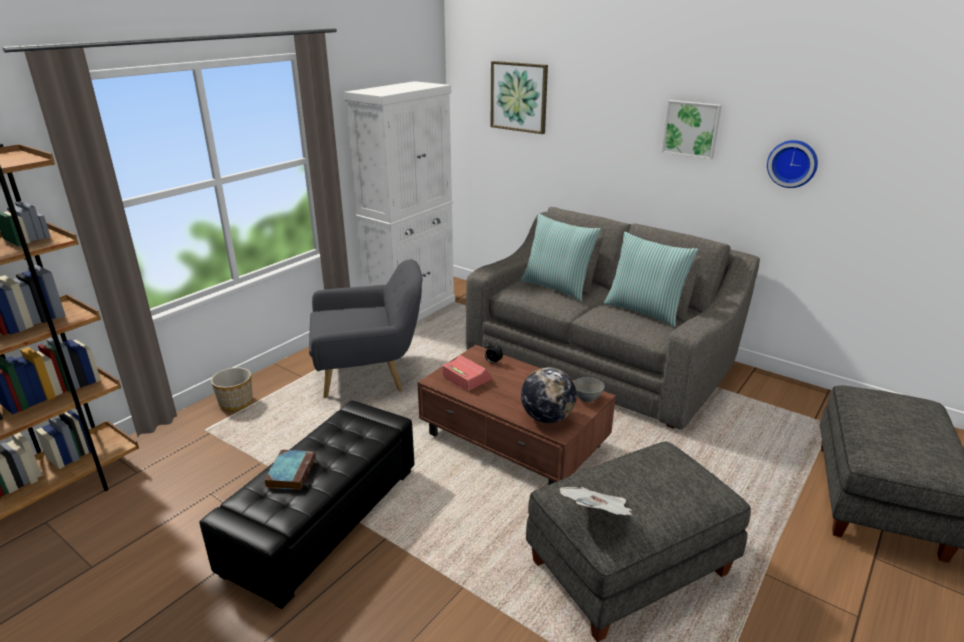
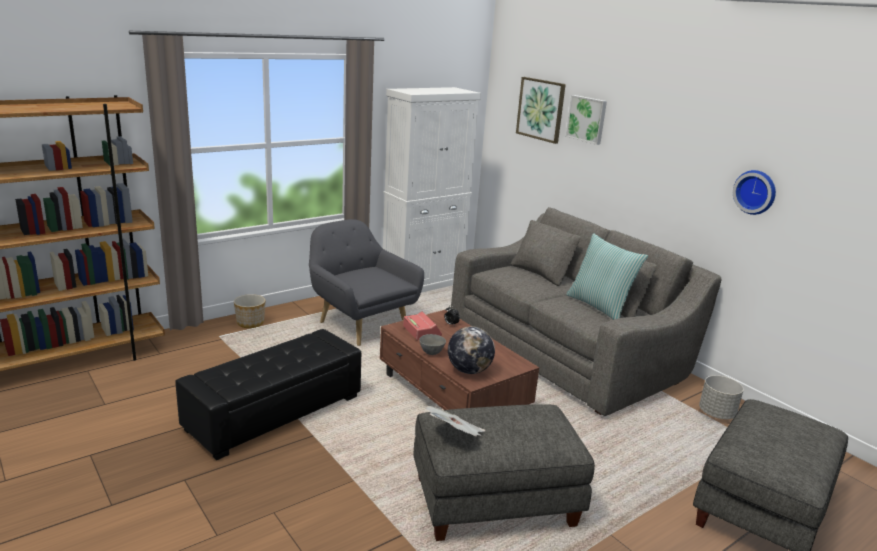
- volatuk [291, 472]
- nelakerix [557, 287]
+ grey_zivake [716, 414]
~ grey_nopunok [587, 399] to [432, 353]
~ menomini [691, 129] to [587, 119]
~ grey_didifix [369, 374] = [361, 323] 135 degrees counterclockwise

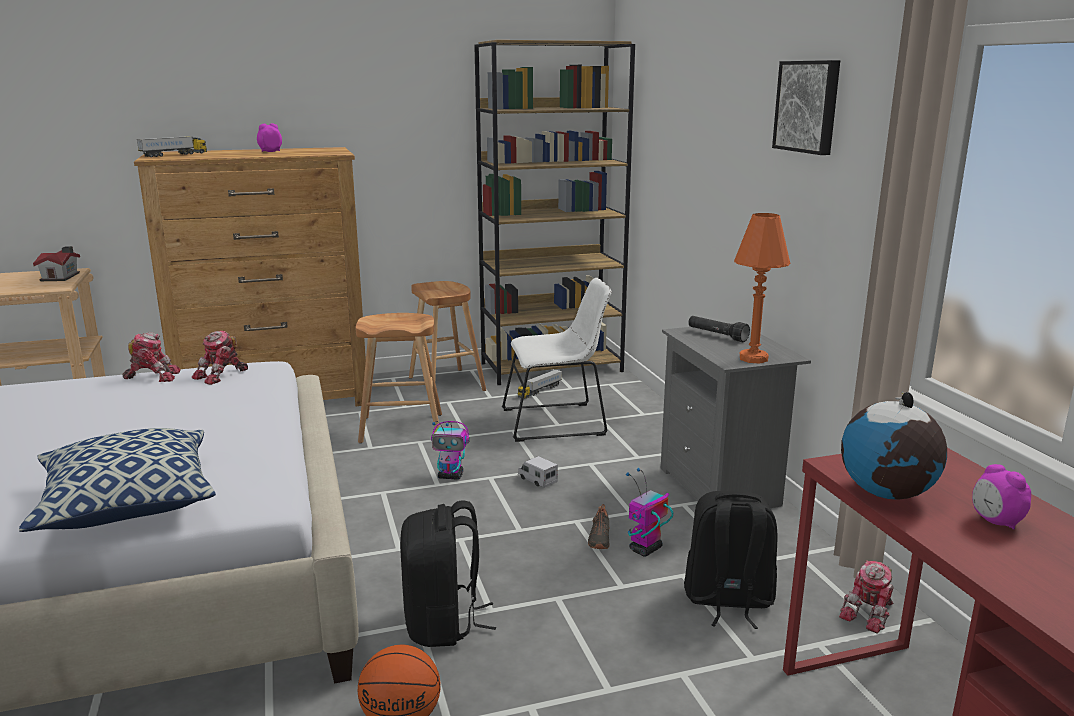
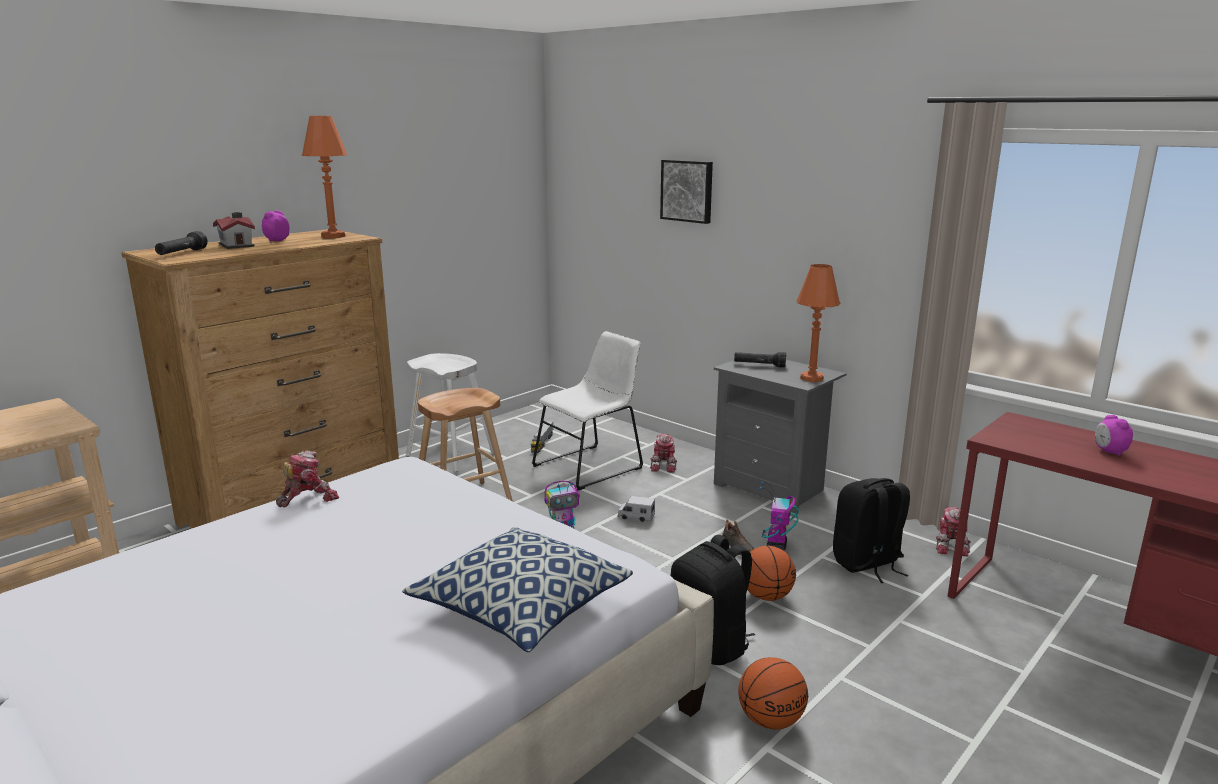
- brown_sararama [552, 367]
- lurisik [887, 494]
+ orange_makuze [333, 236]
+ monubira [766, 596]
~ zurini [62, 277] to [237, 245]
~ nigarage [221, 375] to [664, 465]
~ menomini [808, 106] to [687, 191]
~ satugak [174, 155] to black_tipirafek [181, 253]
~ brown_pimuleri [446, 384] to white_pimuleri [450, 454]
~ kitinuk [995, 522] = [1109, 452] 45 degrees clockwise

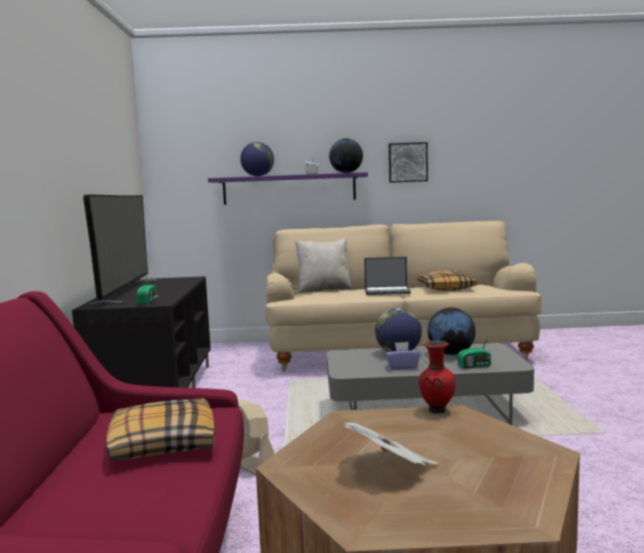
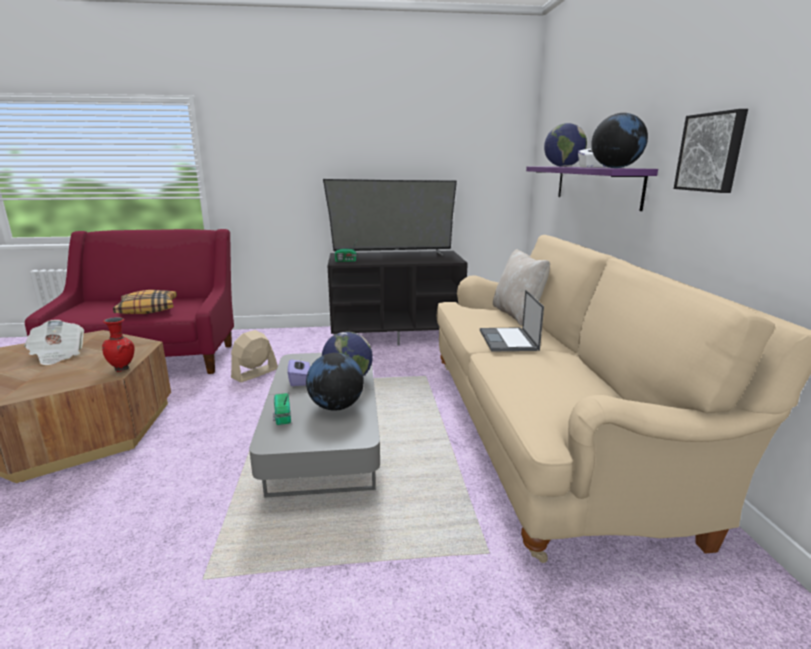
- nelakerix [446, 288]

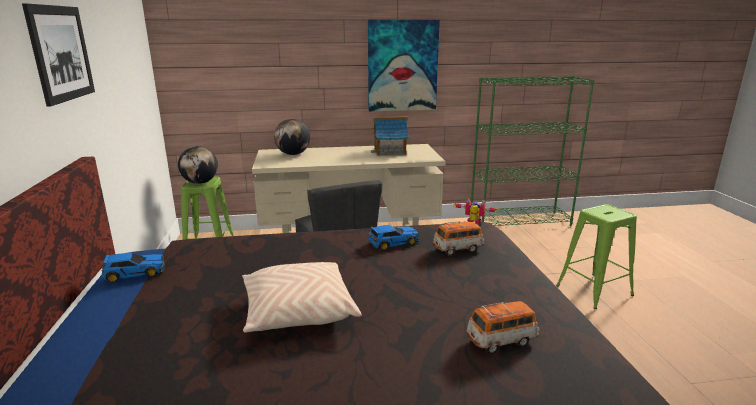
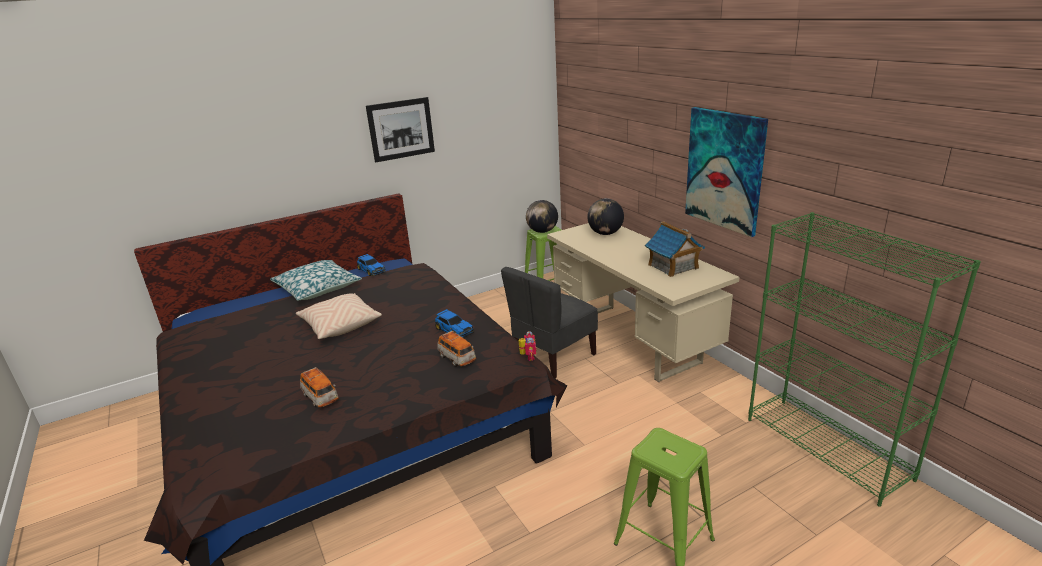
+ nelakerix [317, 288]

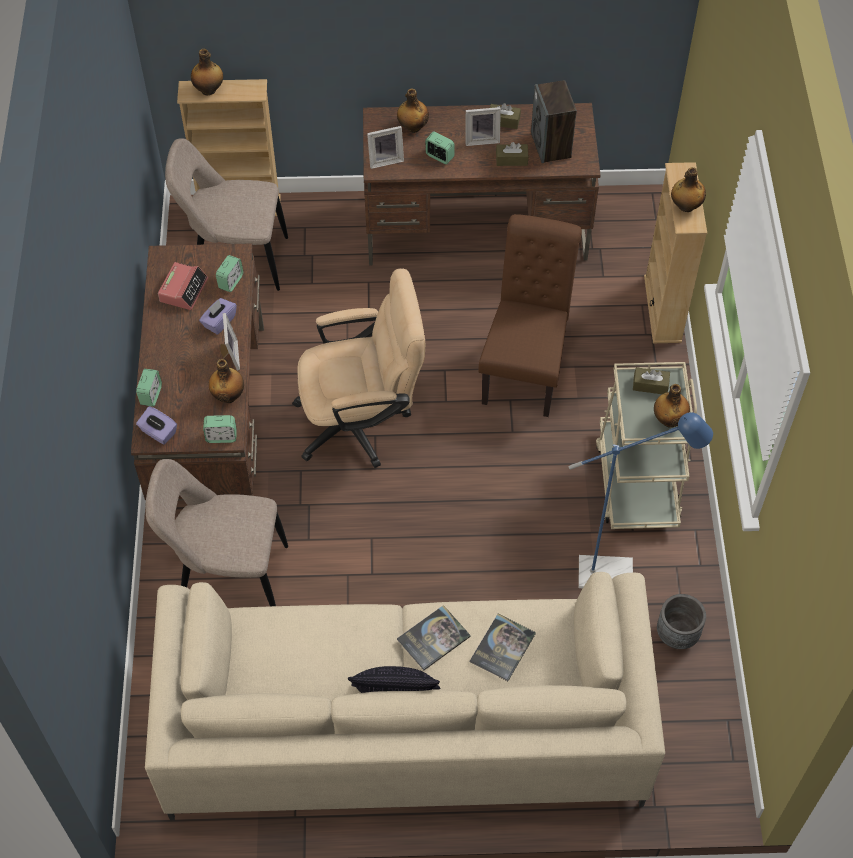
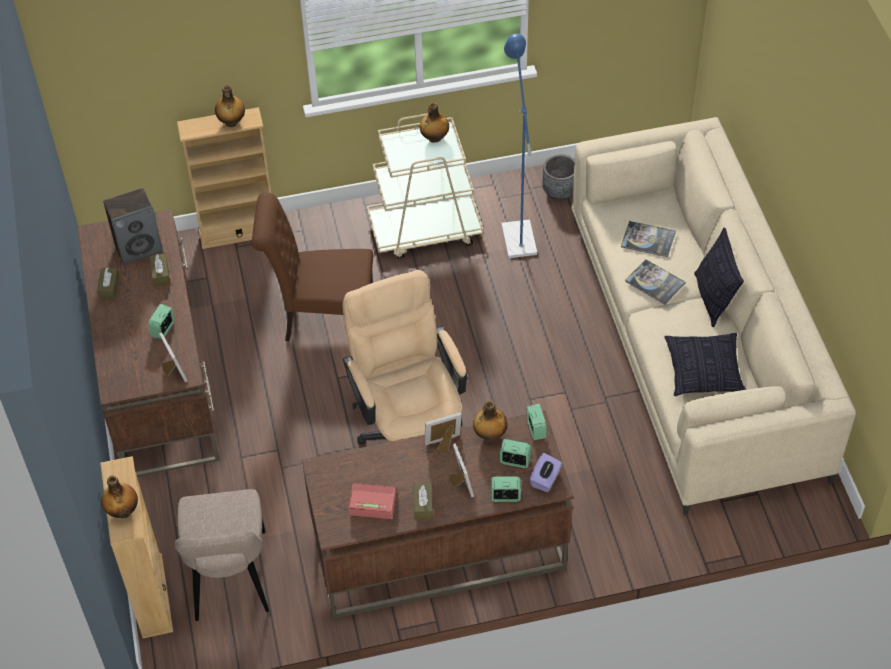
- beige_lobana [228, 575]
- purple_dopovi [219, 322]
- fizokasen [413, 127]
+ nelakerix [703, 372]
~ kitinuk [231, 281] to [515, 461]
~ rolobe [481, 139] to [459, 484]
~ brown_dopovi [650, 385] to [423, 505]

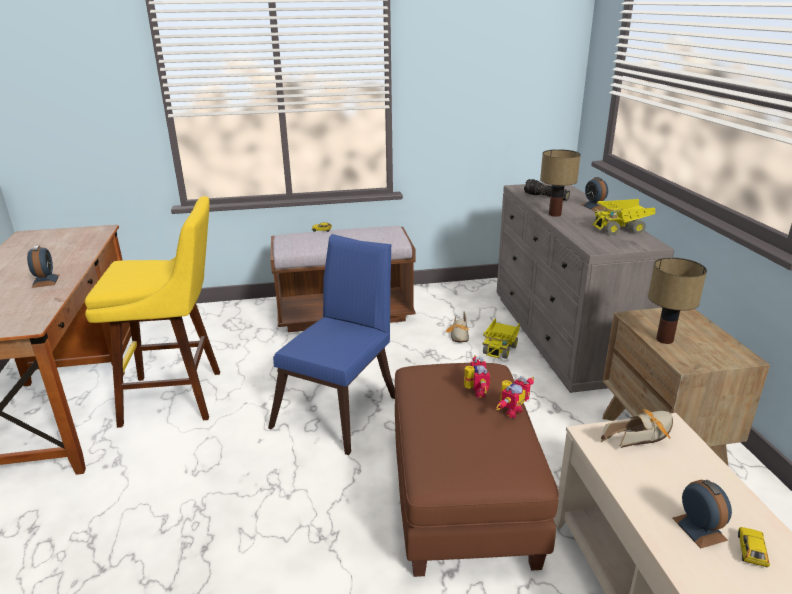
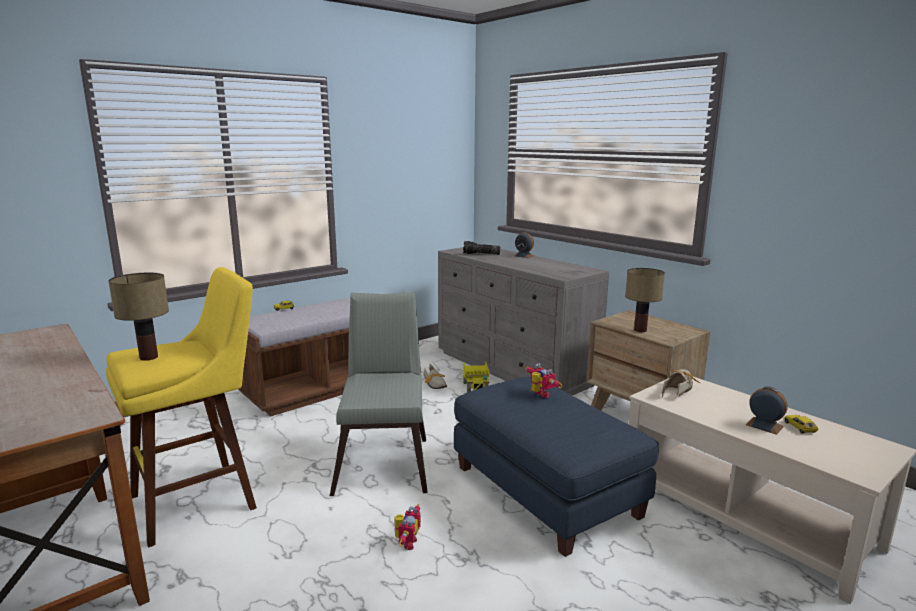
- kitinuk [45, 281]
- satugak [621, 229]
~ nigarage [510, 411] to [406, 543]
~ makuze [554, 214] to [148, 357]
~ blue_lobana [341, 407] to grey_lobana [384, 460]
~ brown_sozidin [462, 494] to blue_sozidin [545, 490]

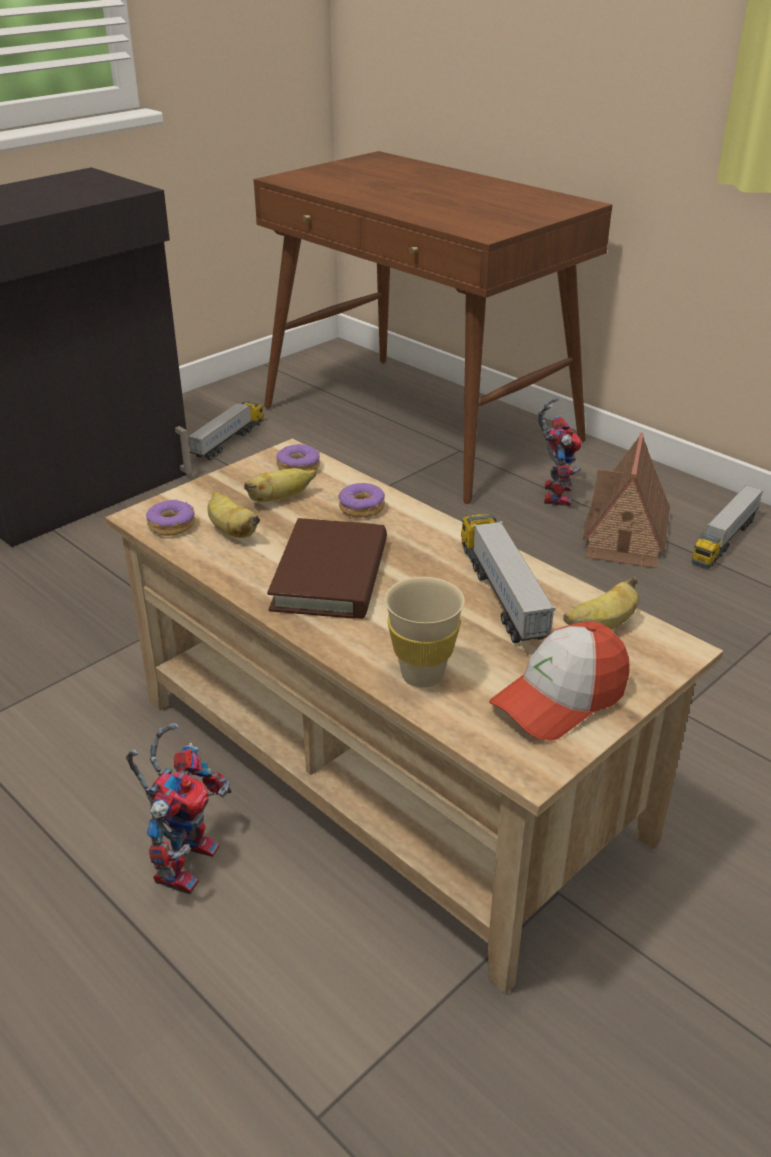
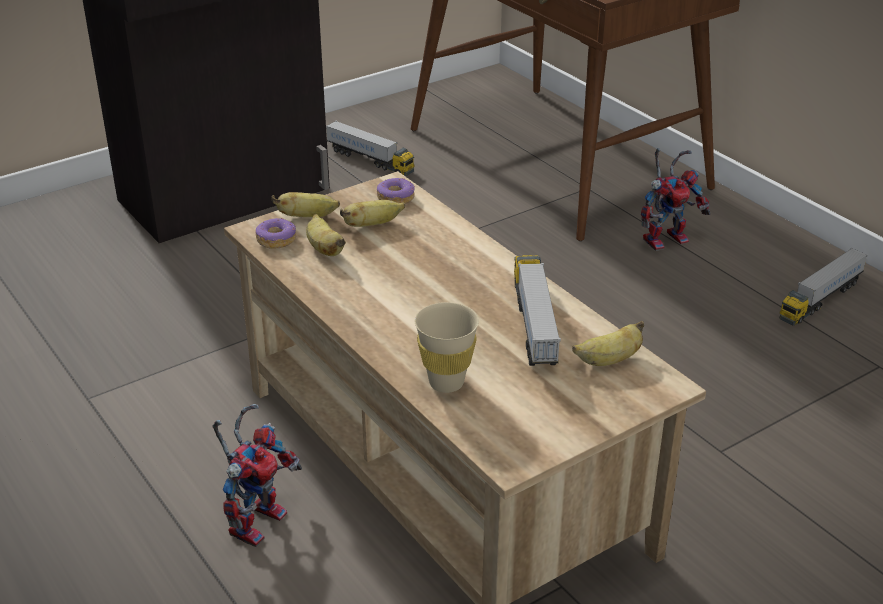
- brown_volatuk [330, 575]
- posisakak [362, 508]
- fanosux [559, 699]
- zurini [625, 535]
+ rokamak [308, 217]
~ satugak [229, 441] = [370, 160] 90 degrees clockwise
~ nigarage [553, 493] = [666, 238] 45 degrees clockwise

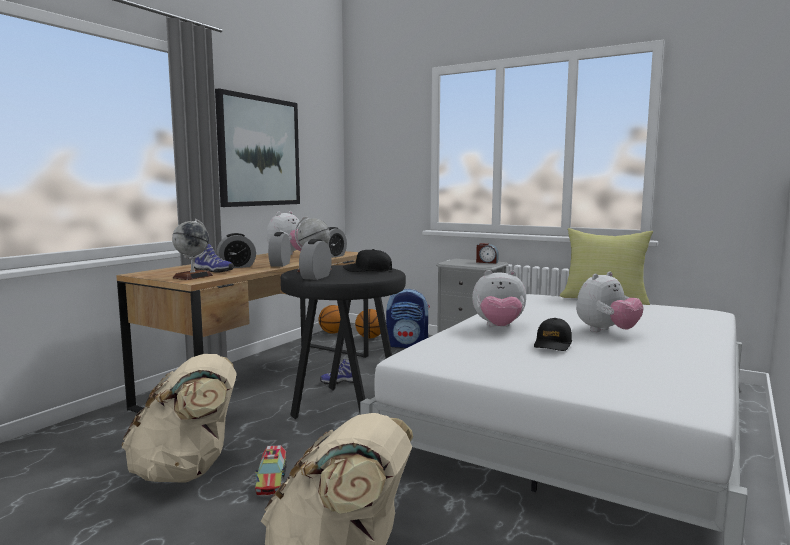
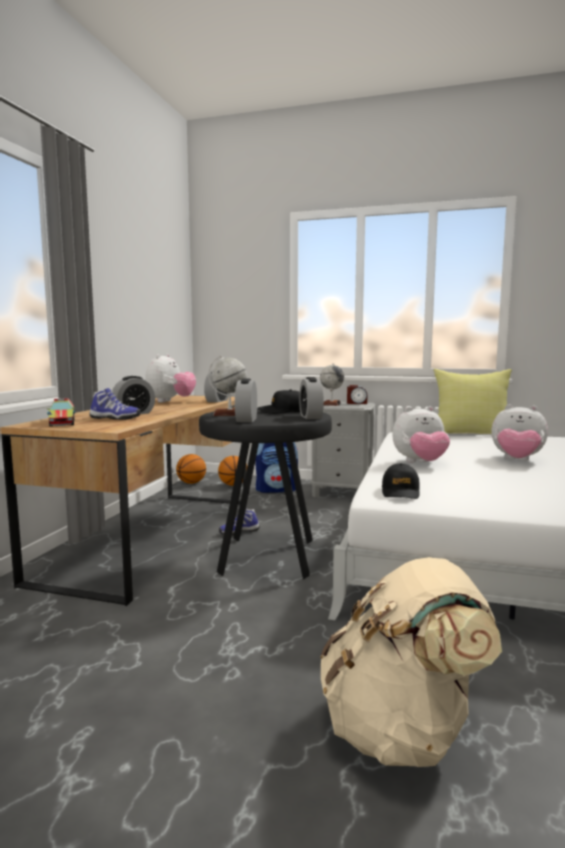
- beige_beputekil [187, 471]
- menomini [259, 151]
~ lurisik [193, 276] to [331, 404]
~ satugak [272, 480] to [62, 422]
~ kitinuk [280, 265] to [310, 417]
~ black_fanosux [553, 344] to [400, 492]
~ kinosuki [606, 331] = [517, 460] 75 degrees clockwise

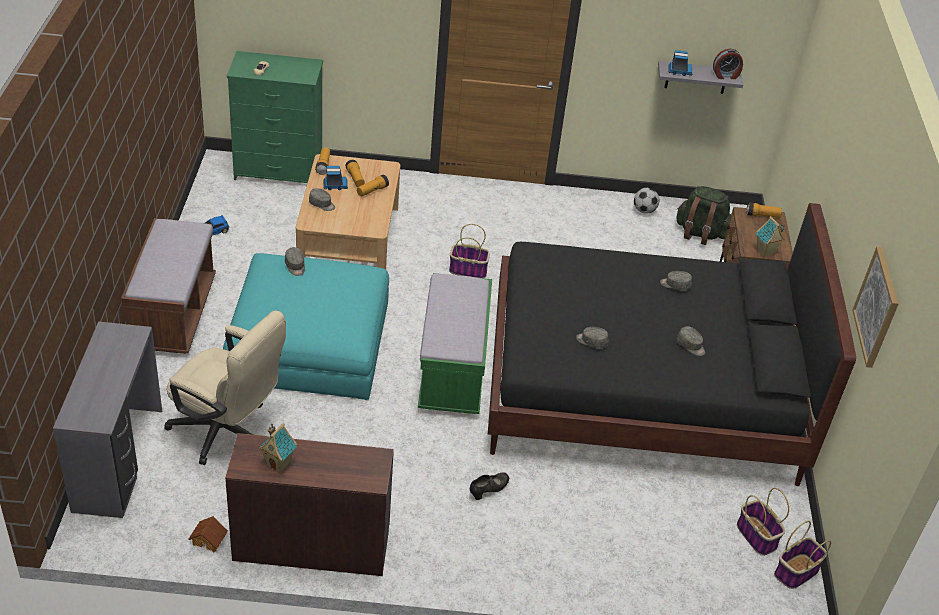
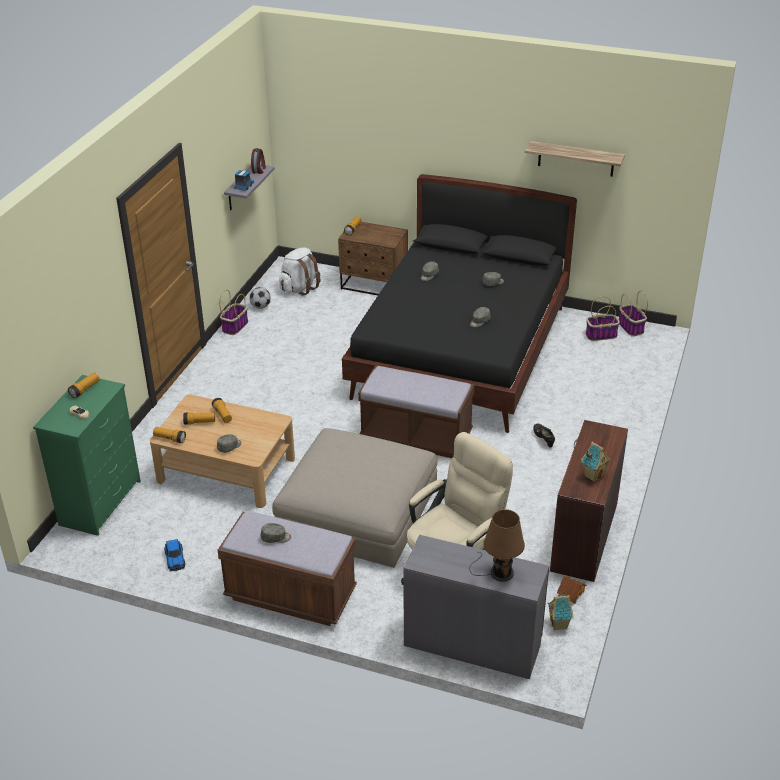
- satugak [334, 185]
+ tipirafek [85, 389]
+ brown_makuze [499, 572]
~ grey_fanosux [295, 266] to [276, 538]
~ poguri [468, 270] to [235, 326]
~ zurini [765, 252] to [559, 625]
~ menomini [877, 307] to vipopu [576, 159]
~ turquoise_sozidin [309, 342] to beige_sozidin [357, 511]
~ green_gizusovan [453, 371] to brown_gizusovan [416, 436]
~ green_beputekil [700, 233] to white_beputekil [300, 288]

